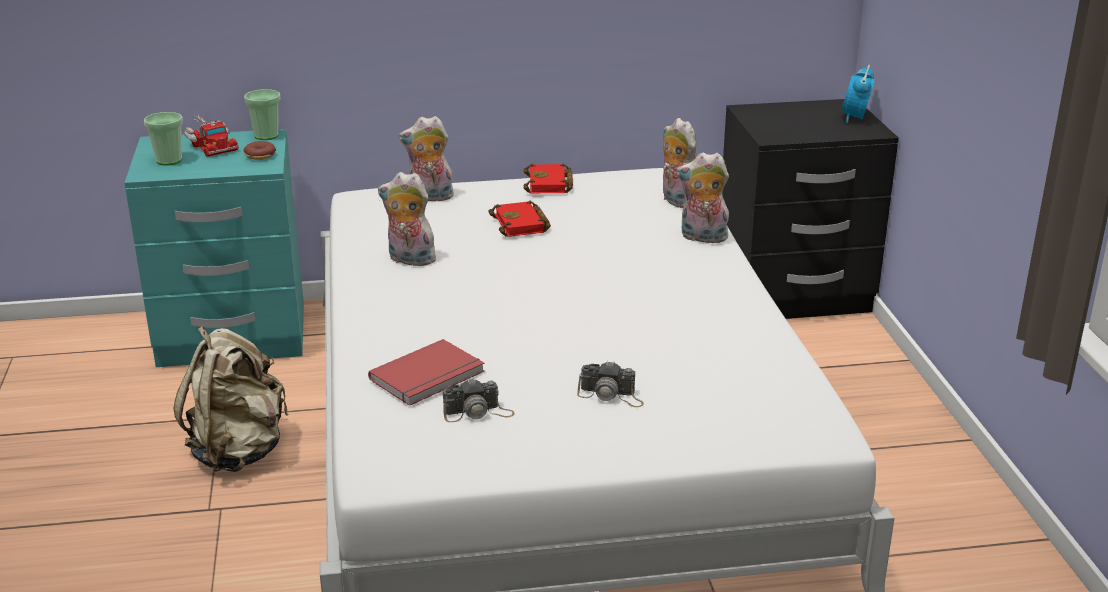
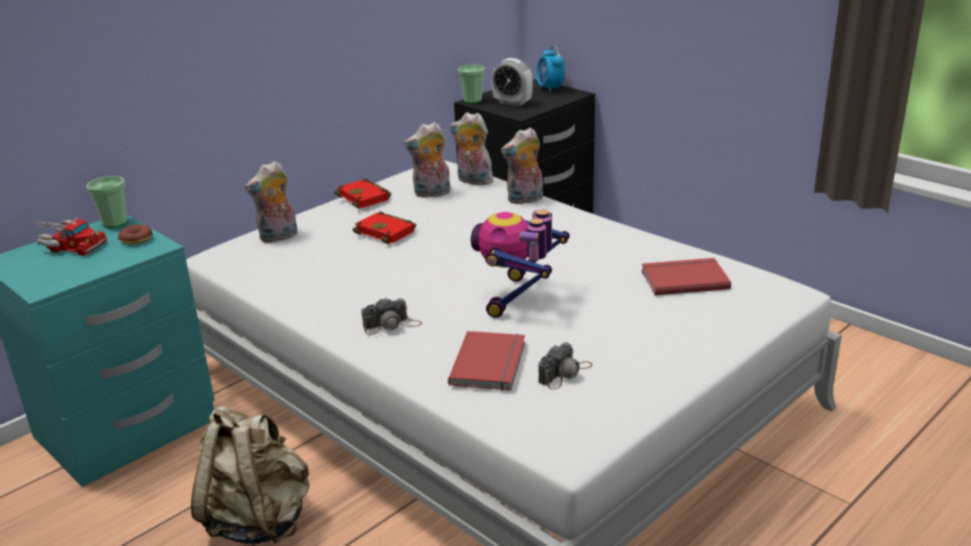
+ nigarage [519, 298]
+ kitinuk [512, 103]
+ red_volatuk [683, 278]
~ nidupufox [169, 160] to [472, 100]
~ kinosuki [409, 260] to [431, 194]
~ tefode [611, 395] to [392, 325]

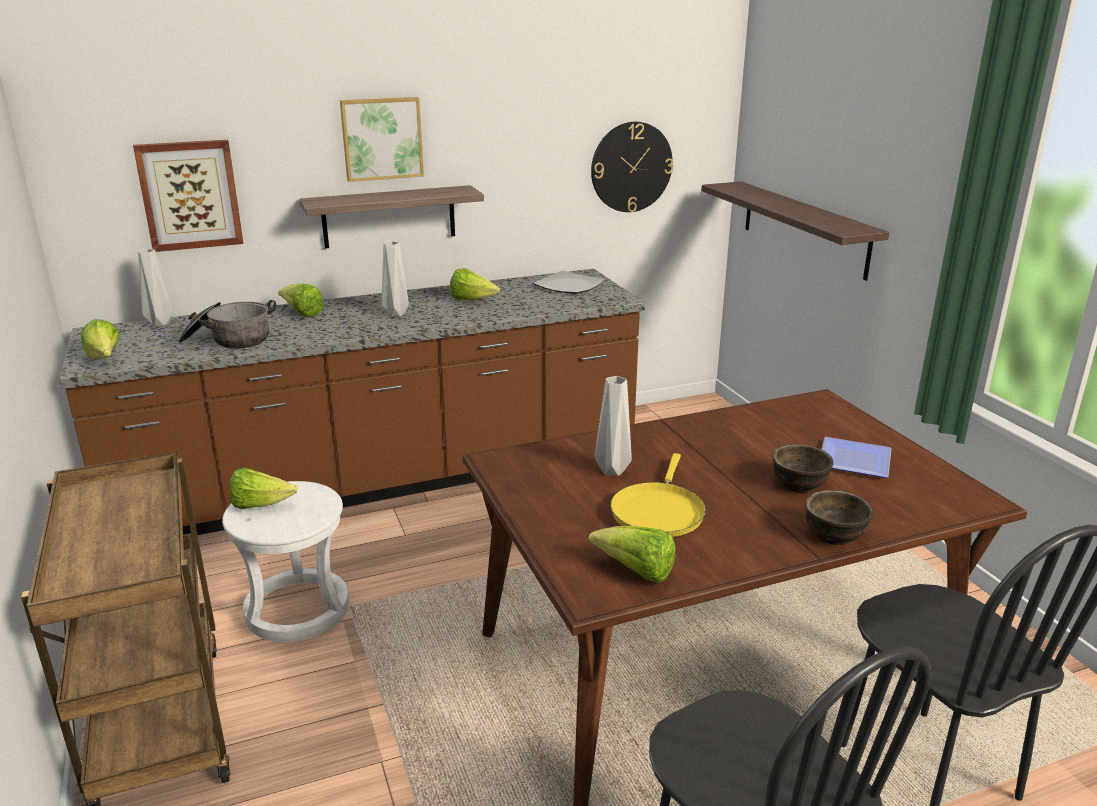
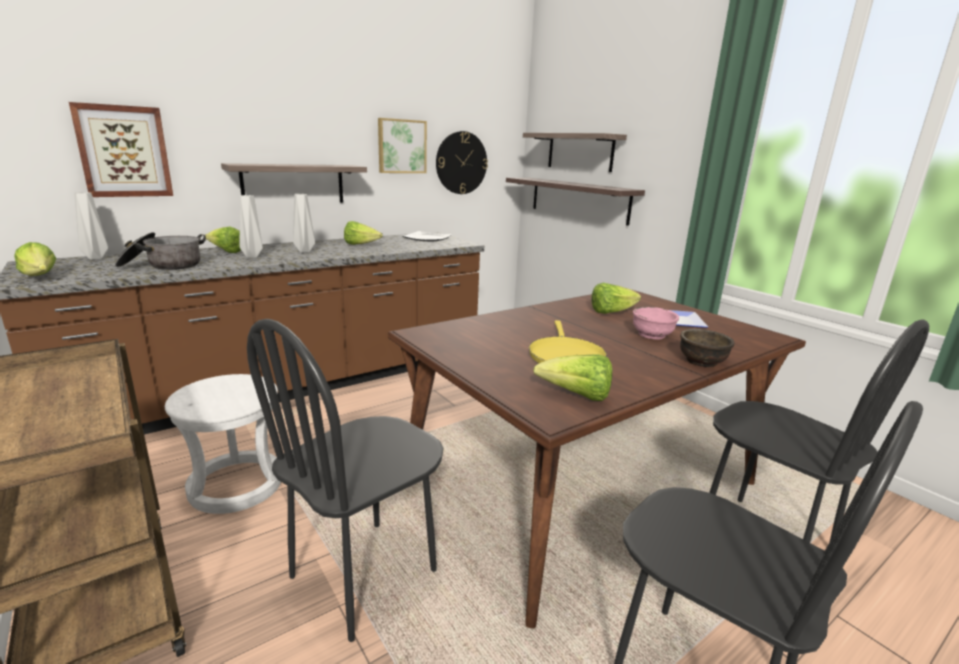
+ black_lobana [364, 574]
+ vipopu [580, 152]
~ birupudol [260, 505] to [611, 312]
~ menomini [381, 138] to [401, 146]
~ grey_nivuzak [614, 471] to [254, 256]
~ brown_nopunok [799, 484] to pink_nopunok [652, 335]

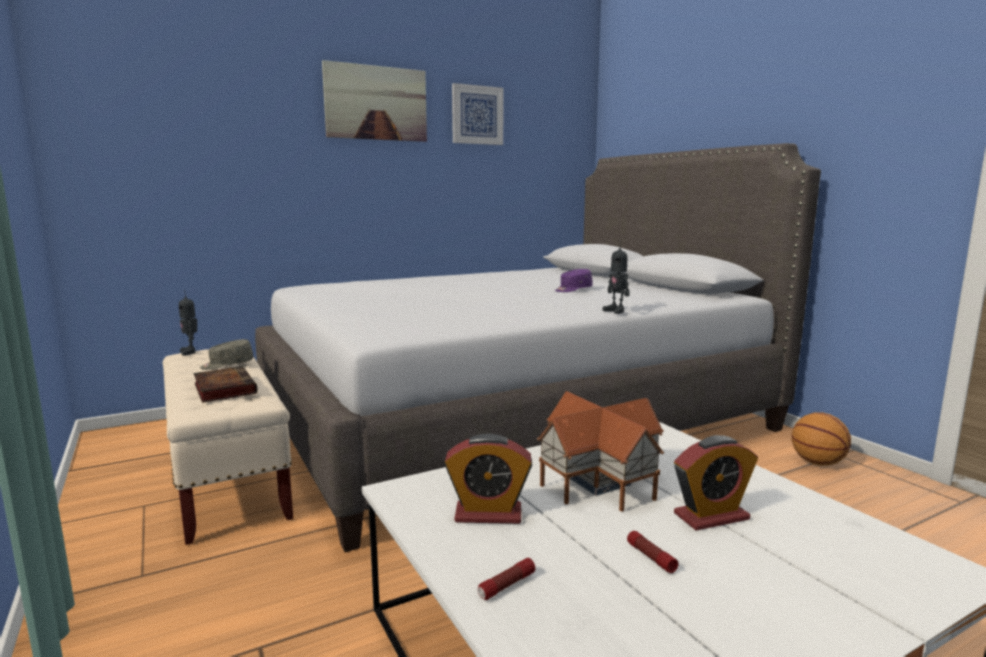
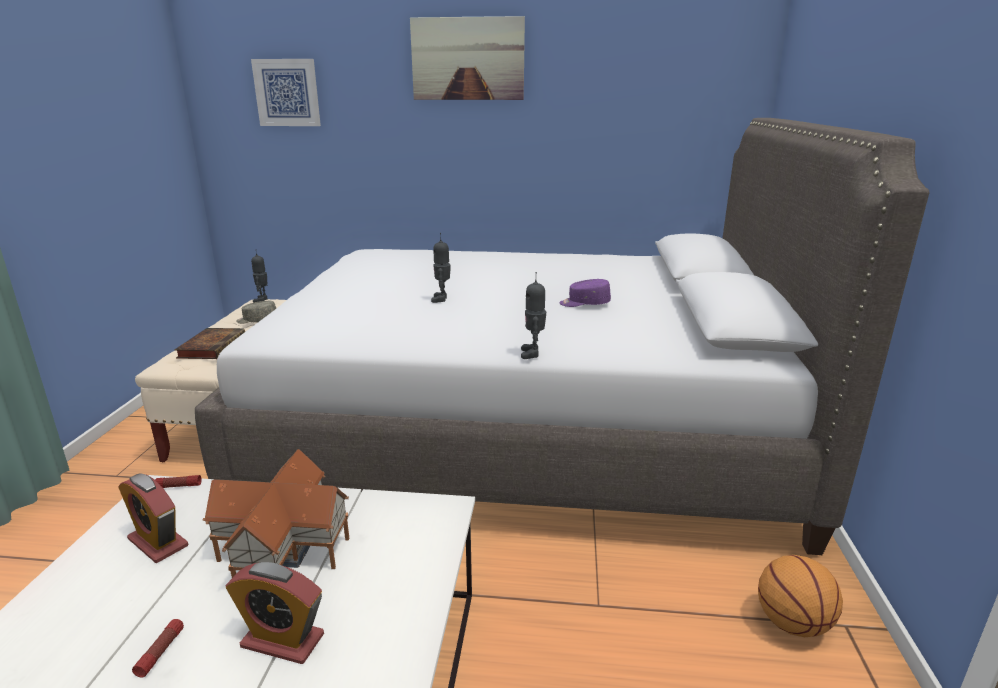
+ nigarage [441, 299]
~ menomini [477, 115] to [287, 93]
~ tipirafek [506, 586] to [178, 486]

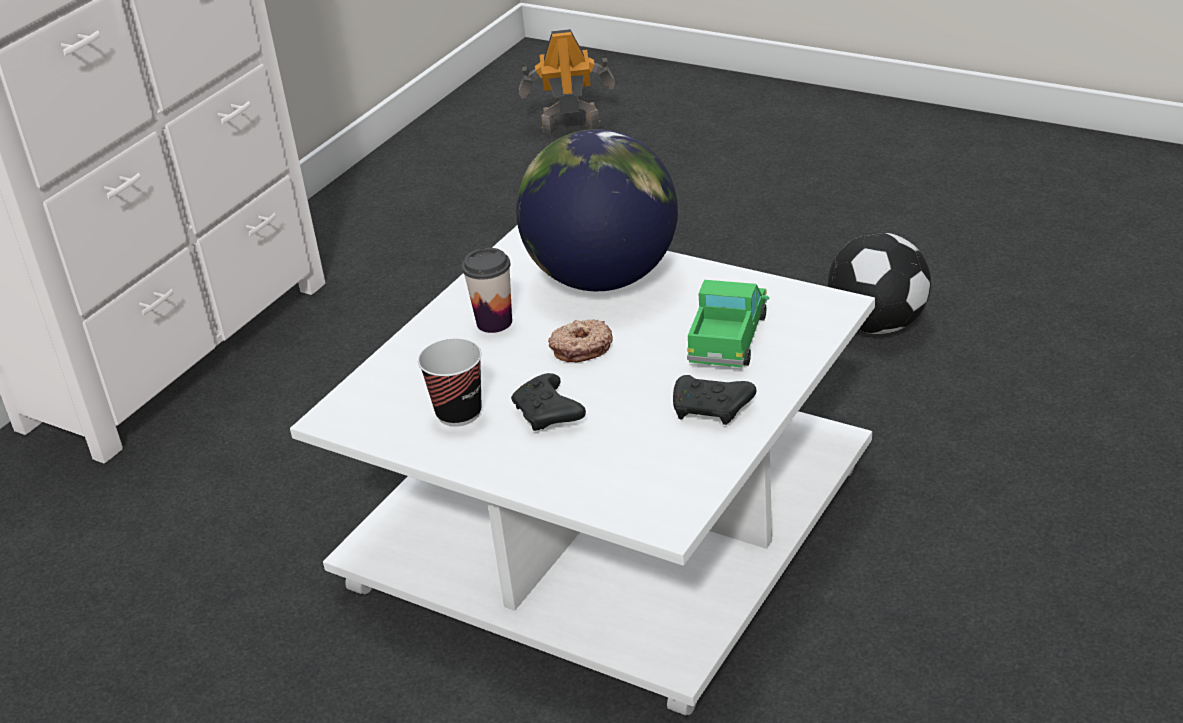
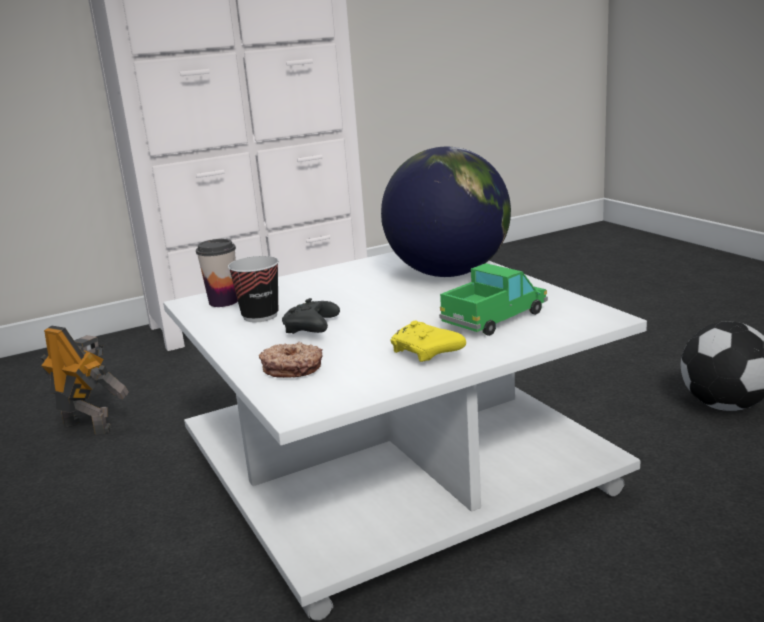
~ nidupufox [494, 322] to [223, 302]
~ nigarage [570, 126] to [89, 425]
~ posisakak [581, 348] to [292, 368]
~ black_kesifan [712, 409] to yellow_kesifan [426, 353]

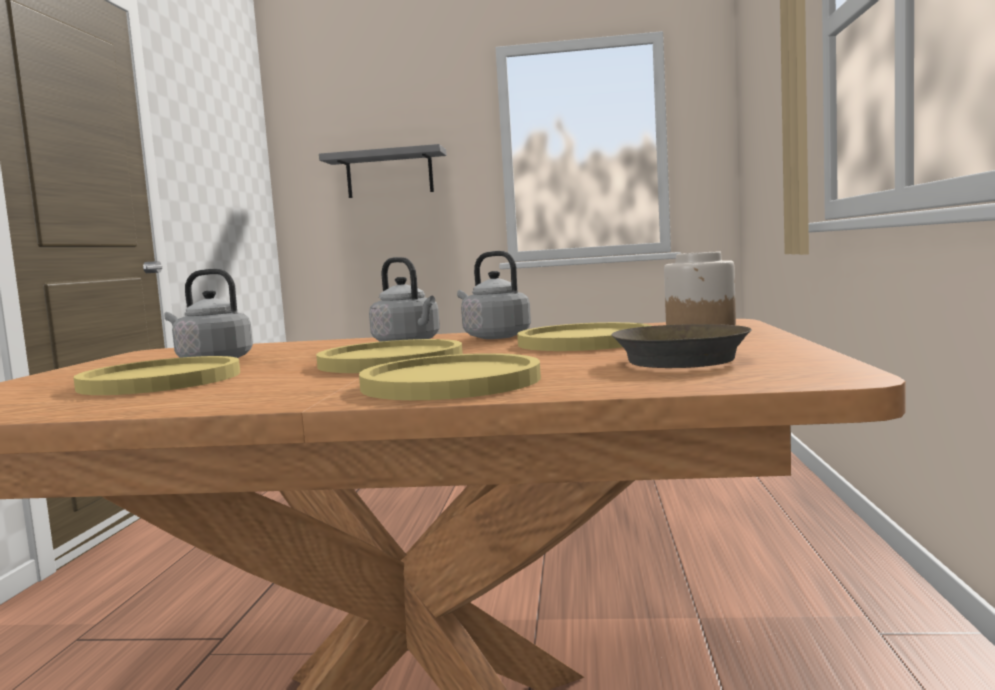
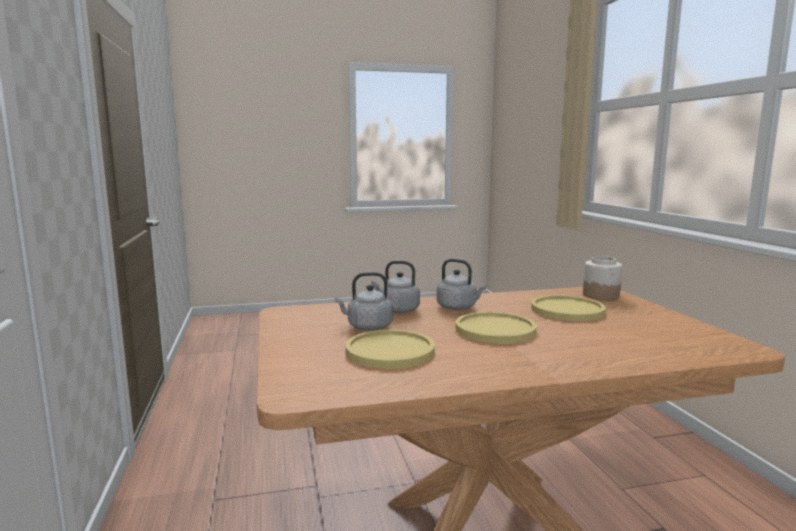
- grey_vipopu [389, 174]
- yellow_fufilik [451, 382]
- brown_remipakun [680, 358]
~ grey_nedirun [494, 337] to [397, 310]

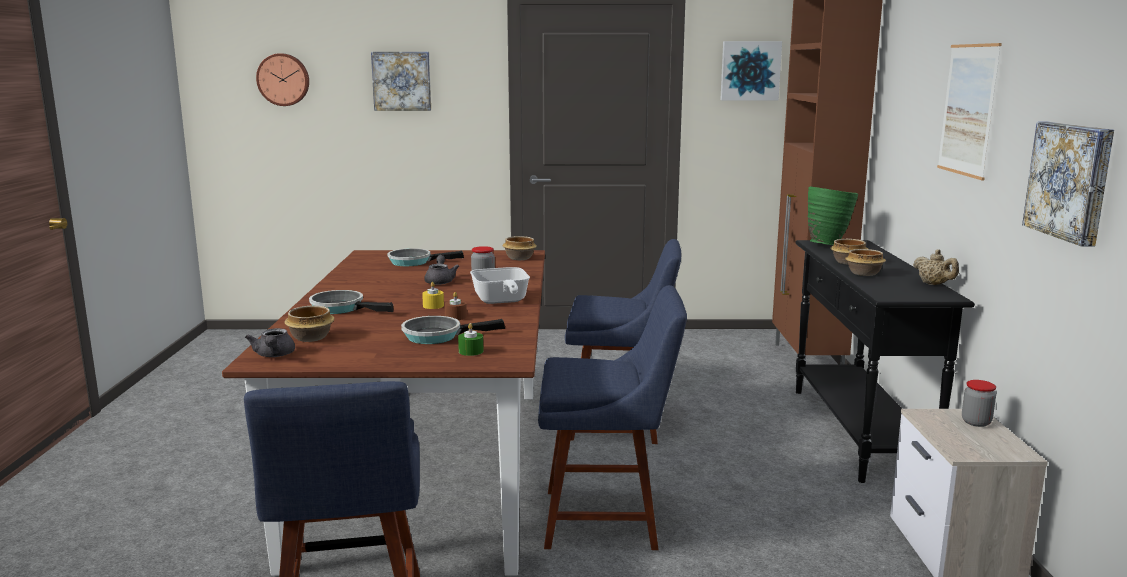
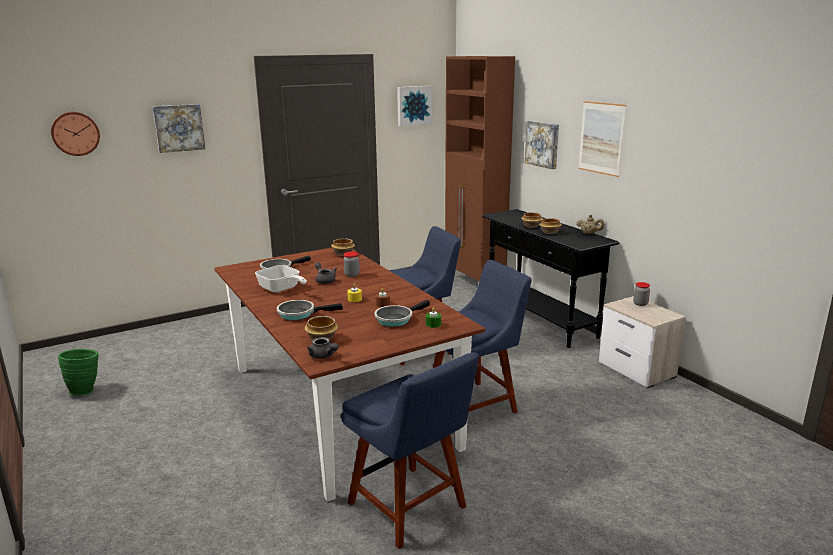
~ remipakun [500, 301] to [281, 289]
~ green_nivuzak [828, 244] to [86, 390]
~ menomini [1071, 181] to [543, 144]

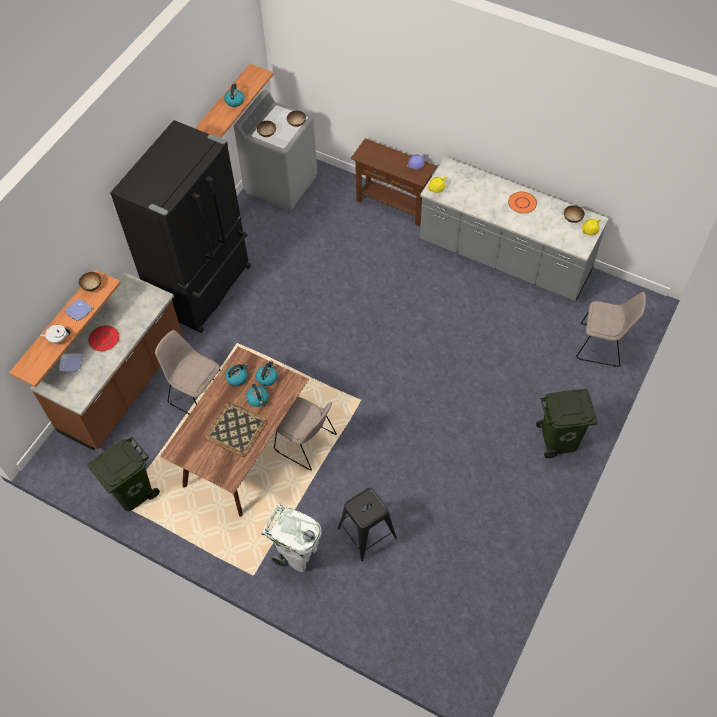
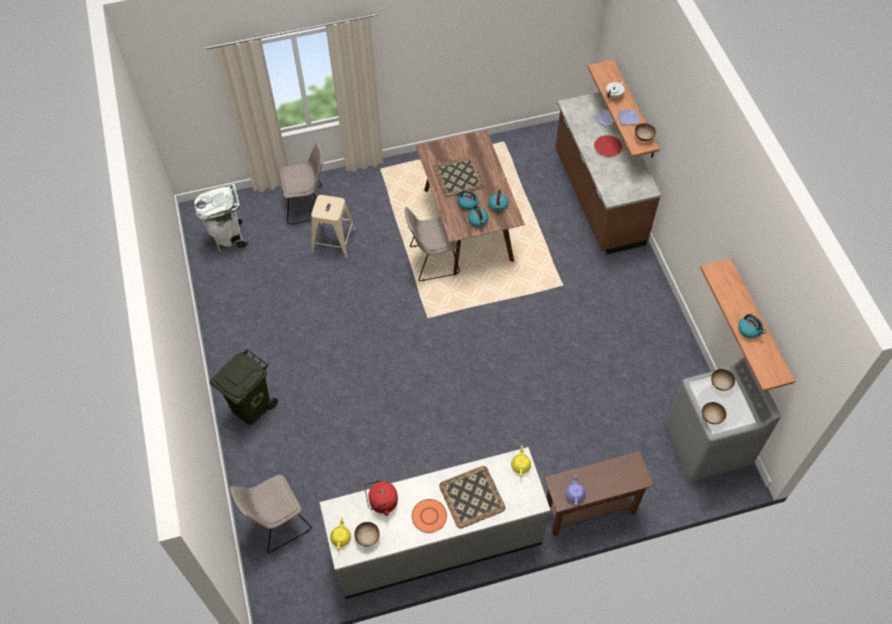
- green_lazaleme [132, 492]
- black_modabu [204, 288]
+ red_nedirun [381, 502]
+ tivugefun [472, 496]
~ beige_lobana [197, 394] to [307, 205]
~ white_lazaleme [297, 554] to [229, 238]
~ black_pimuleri [367, 532] to beige_pimuleri [334, 241]

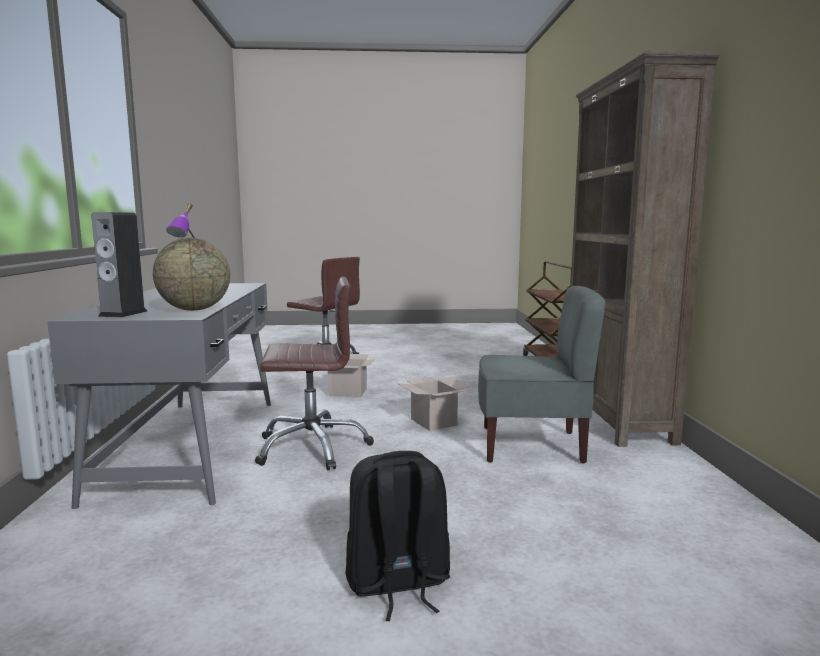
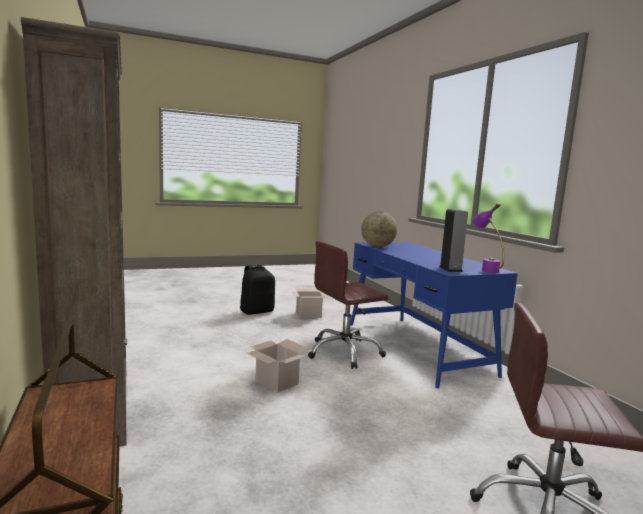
- grey_lobana [532, 445]
~ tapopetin [123, 313] to [450, 269]
~ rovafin [346, 392] to [309, 314]
~ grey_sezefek [193, 445] to blue_sezefek [416, 348]

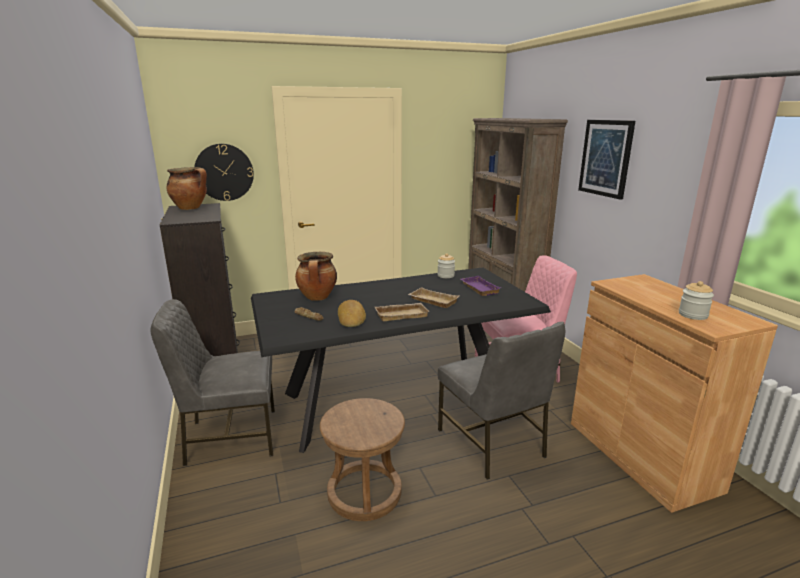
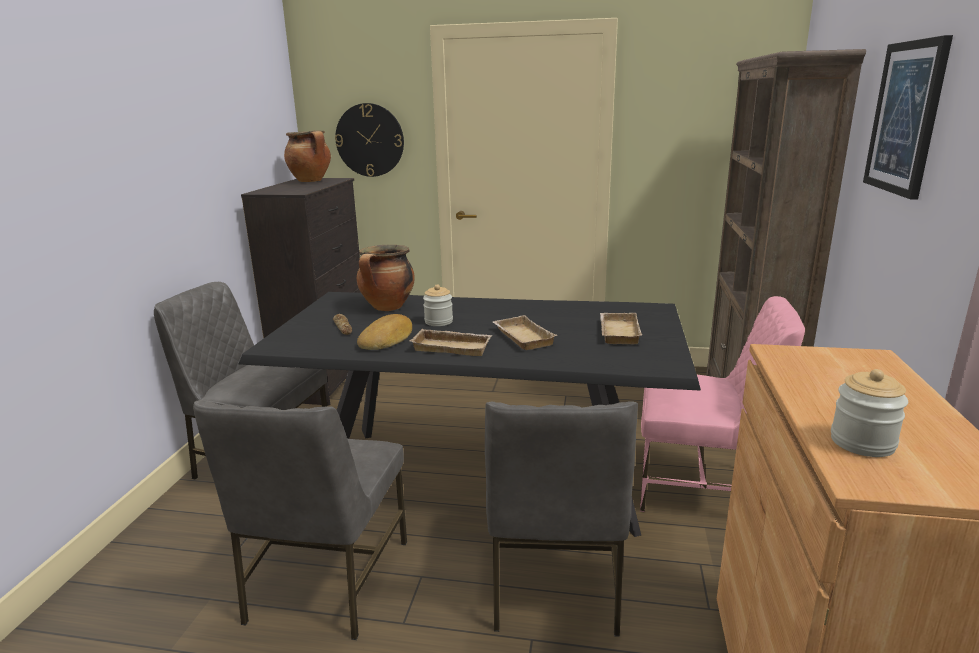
~ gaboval [445, 275] to [438, 322]
~ brown_pimuleri [364, 493] to grey_lobana [325, 582]
~ purple_tivugefun [478, 288] to beige_tivugefun [617, 332]

